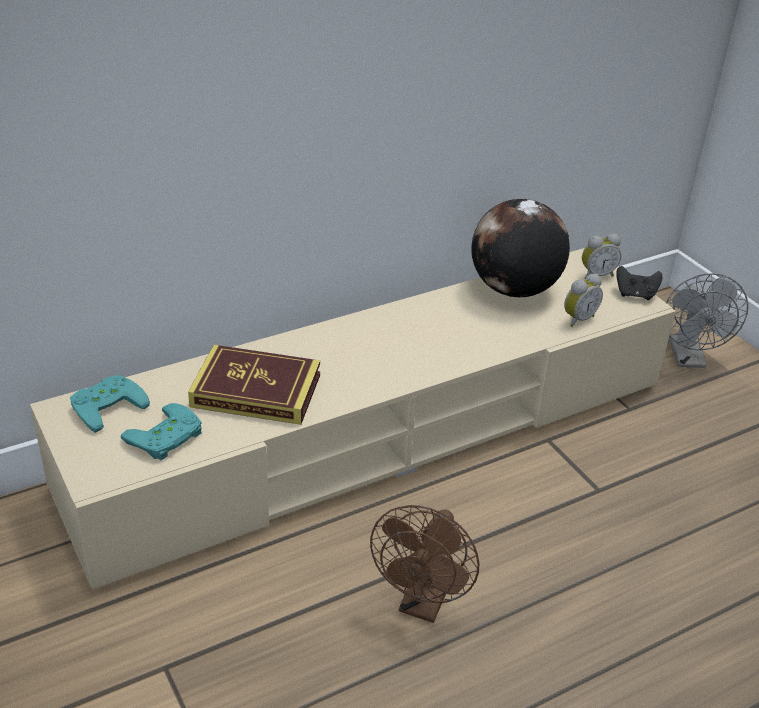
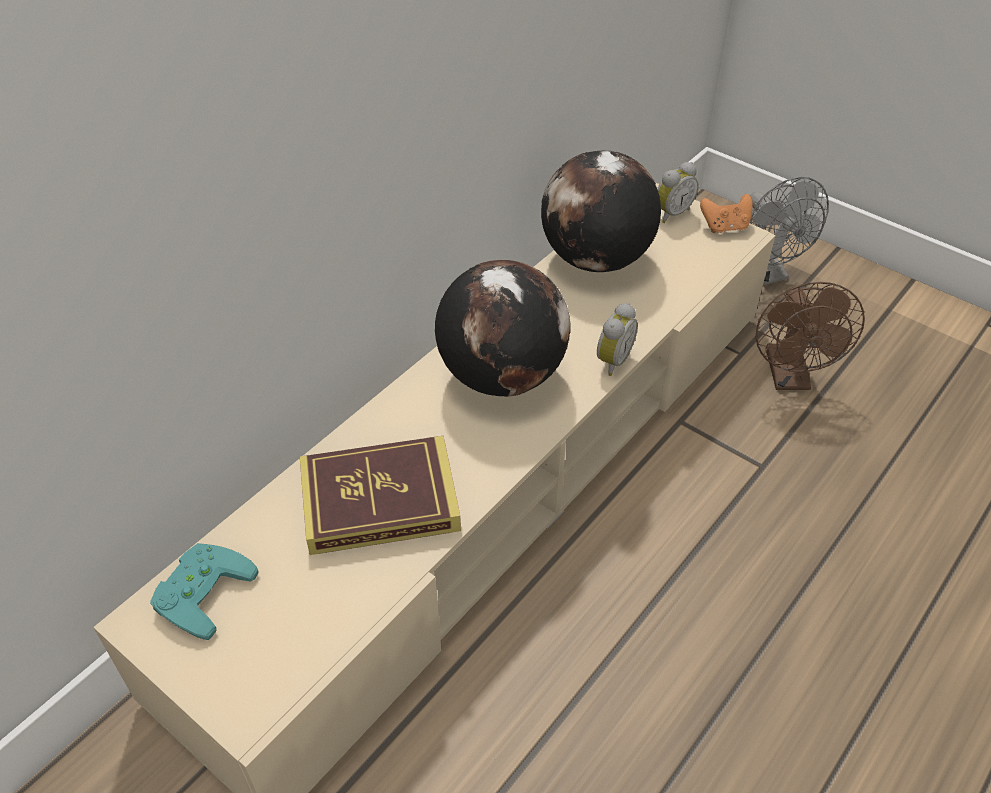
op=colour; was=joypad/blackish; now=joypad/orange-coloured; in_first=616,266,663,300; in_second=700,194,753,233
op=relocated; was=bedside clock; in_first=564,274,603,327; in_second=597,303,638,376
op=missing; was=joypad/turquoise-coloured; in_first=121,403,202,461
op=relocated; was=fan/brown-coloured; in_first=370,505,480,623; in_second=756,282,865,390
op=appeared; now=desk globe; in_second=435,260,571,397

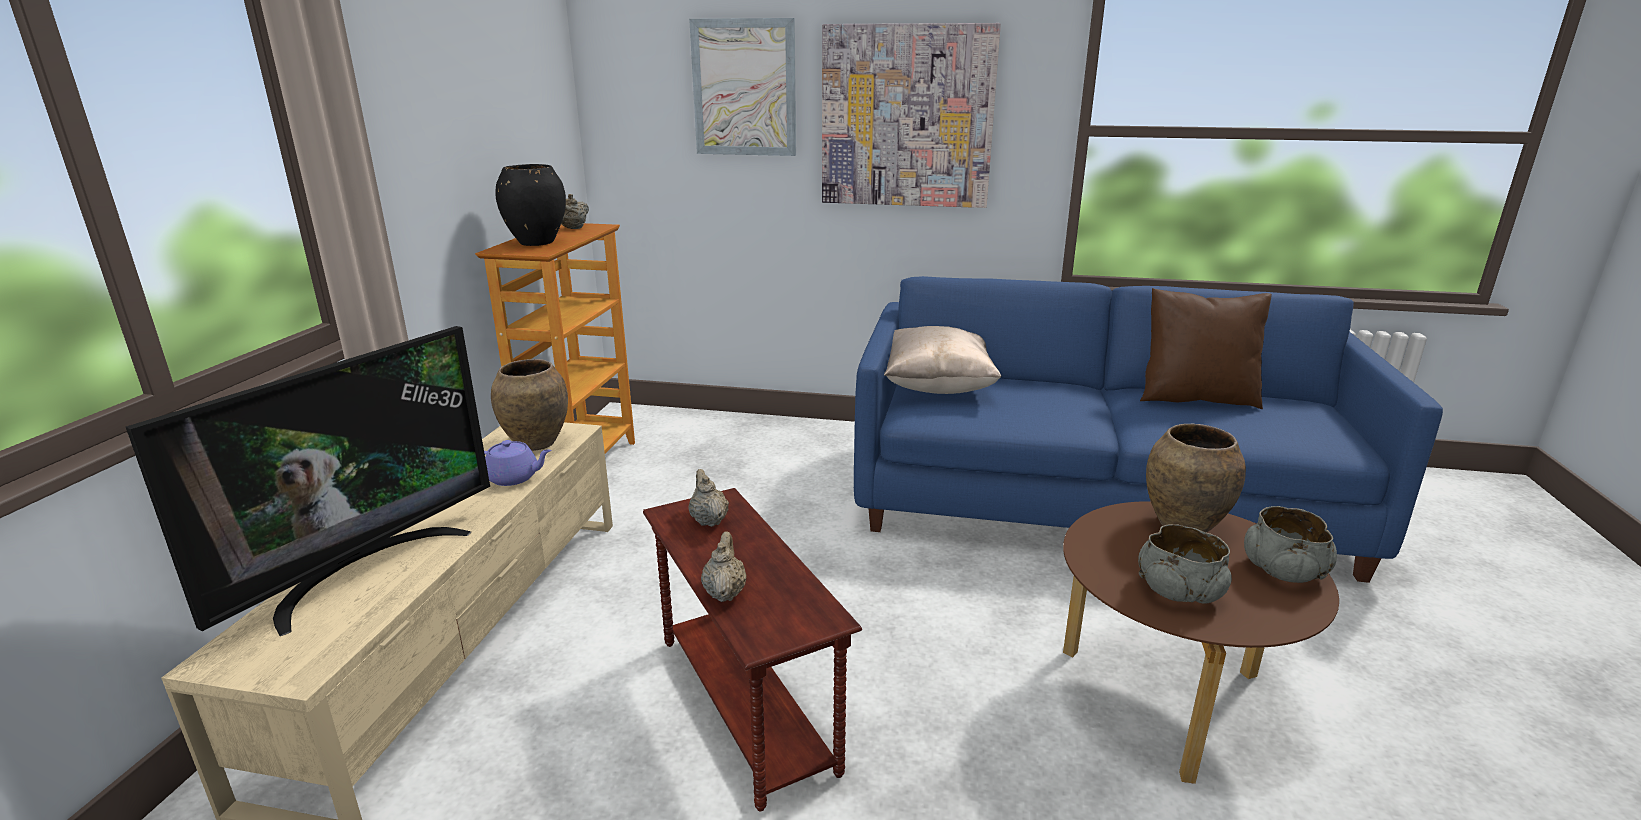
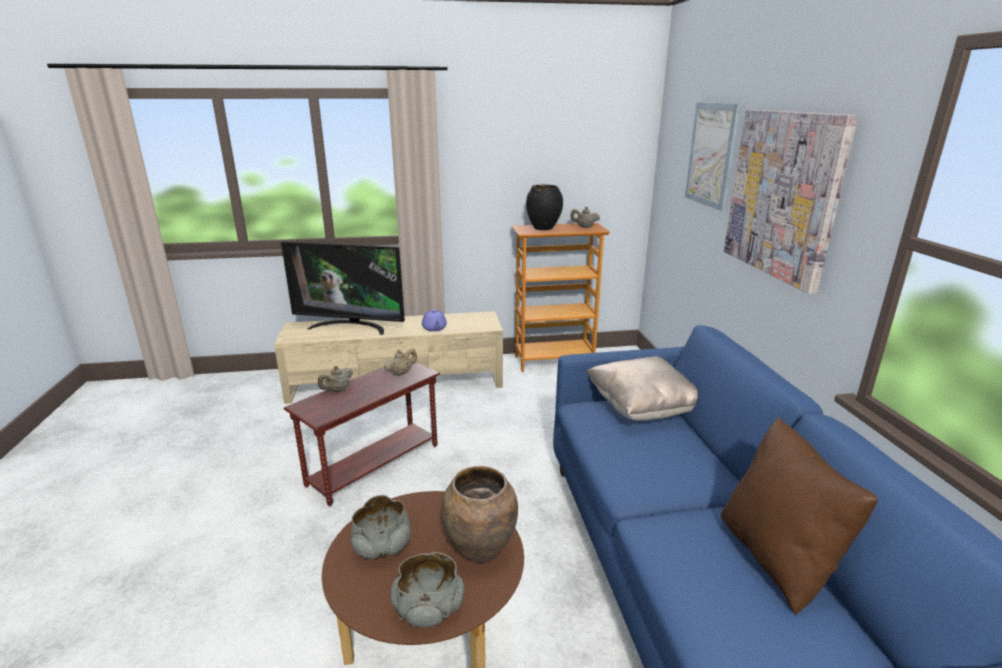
op=missing; was=vase/brown-coloured; in_first=491,359,568,451
op=spun; was=tea pot/beige-coloured; in_first=701,531,747,602; in_second=318,366,353,392; clockwise=150

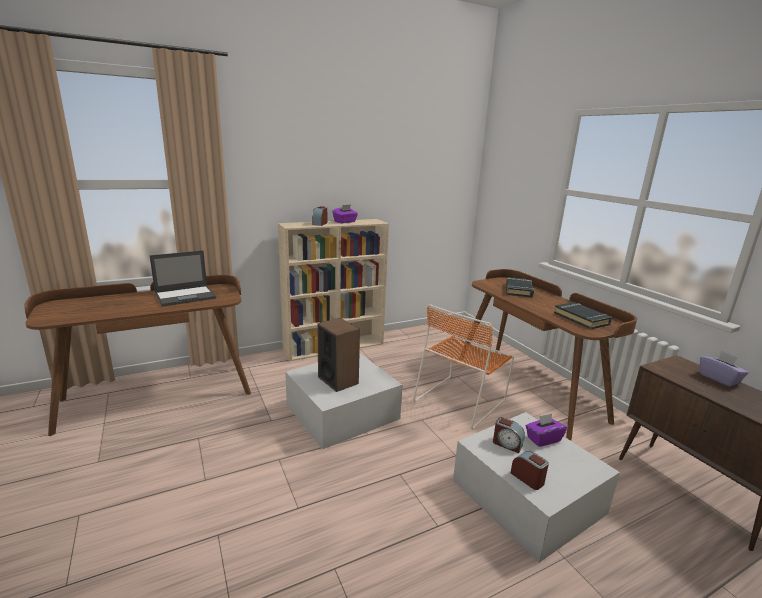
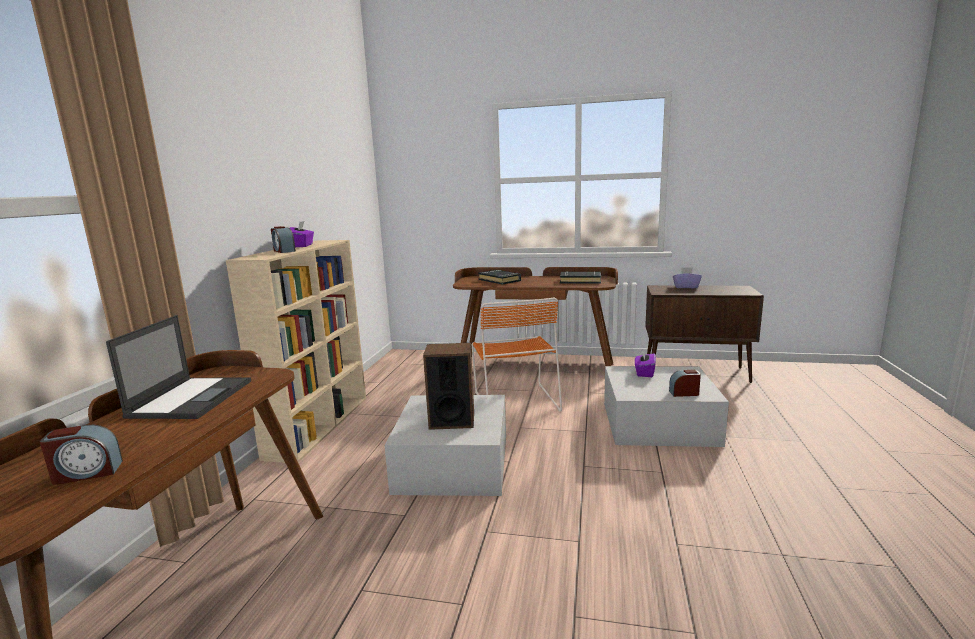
op=relocated; was=bedside clock; in_first=493,417,525,453; in_second=40,425,123,485

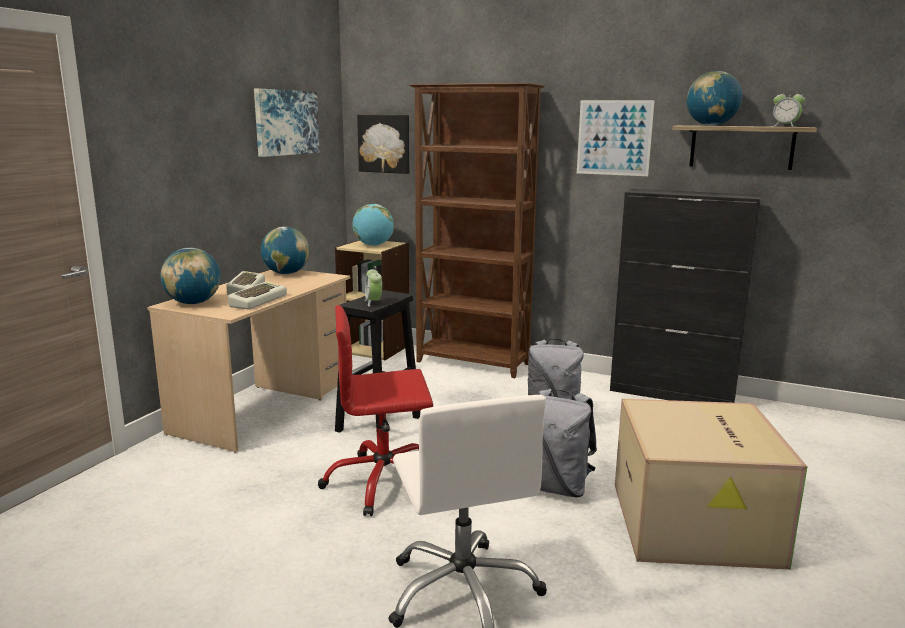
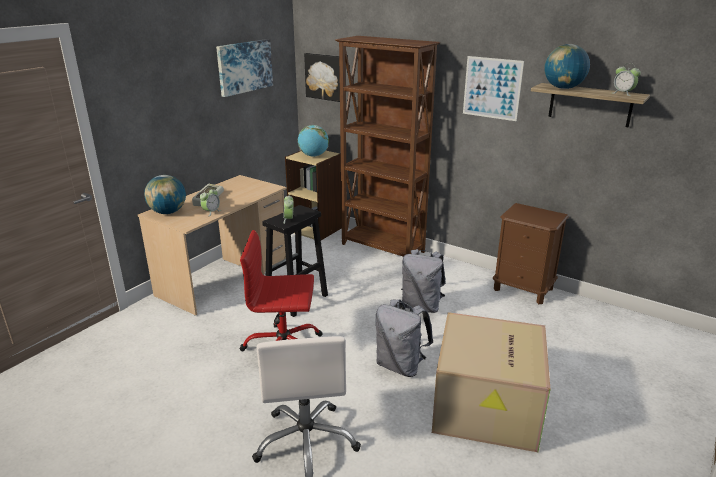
op=exchanged; was=storage cabinet/blackish; now=bedside table/brown-coloured; in_first=610,189,761,403; in_second=493,203,569,304
op=missing; was=desk globe; in_first=261,227,309,274
op=exchanged; was=PC keyboard; now=bedside clock; in_first=228,281,287,310; in_second=200,187,221,216

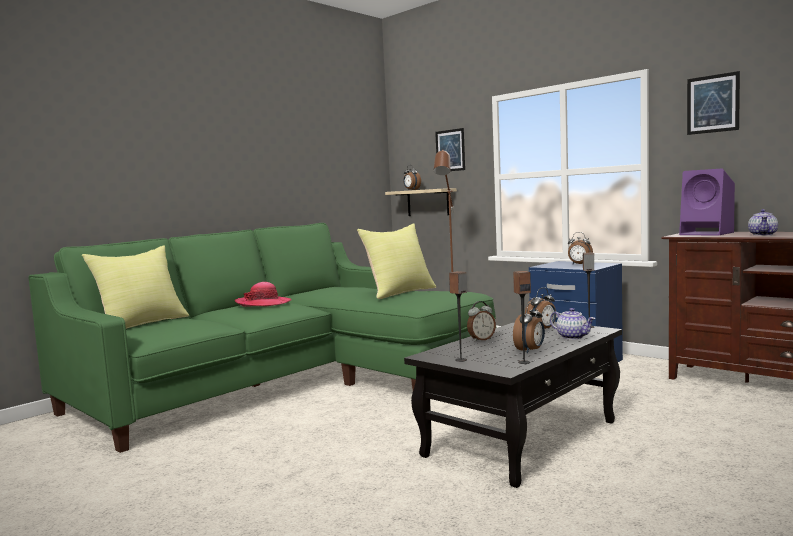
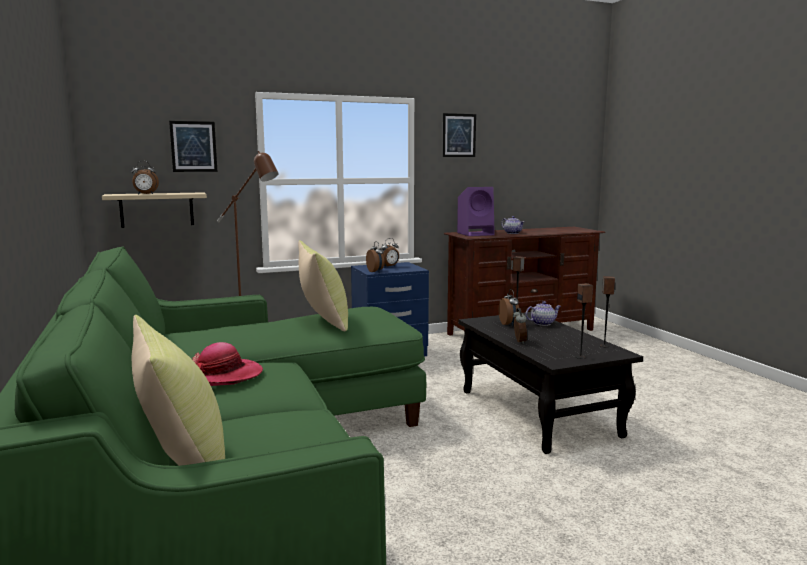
op=relocated; was=bedside clock; in_first=513,302,545,353; in_second=366,241,385,272

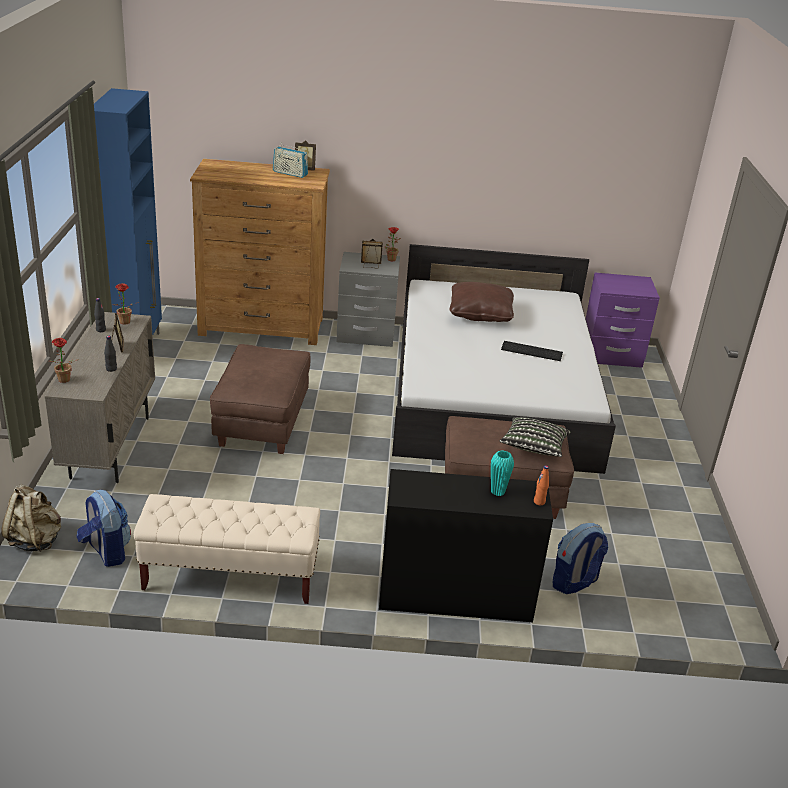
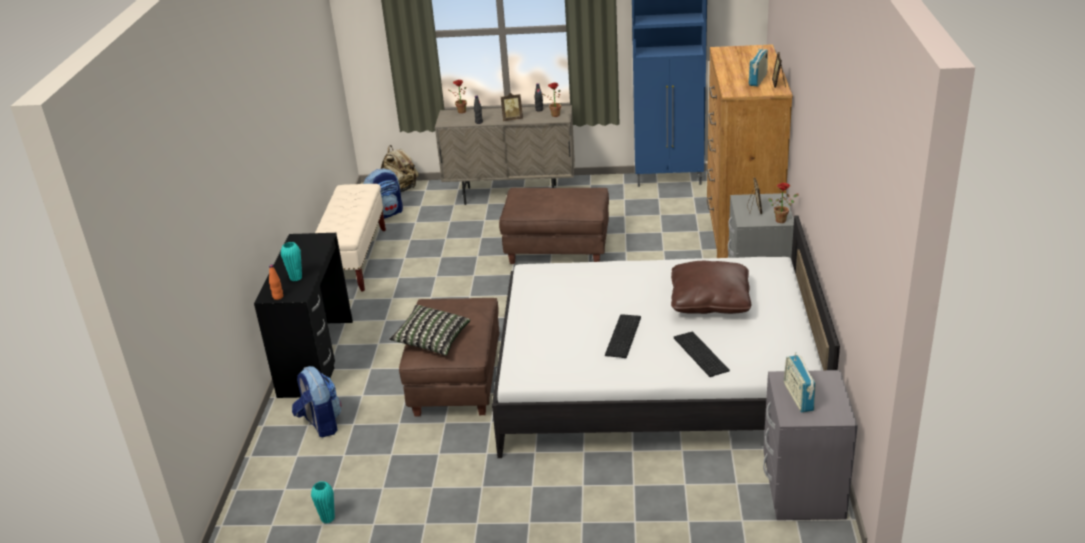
op=colour; was=bedside table/purplish; now=bedside table/gray; in_first=586,273,660,368; in_second=763,370,858,520
op=appeared; now=PC keyboard; in_second=674,332,730,377
op=appeared; now=radio; in_second=784,352,816,412
op=appeared; now=vase/turquoise-coloured; in_second=311,481,335,523

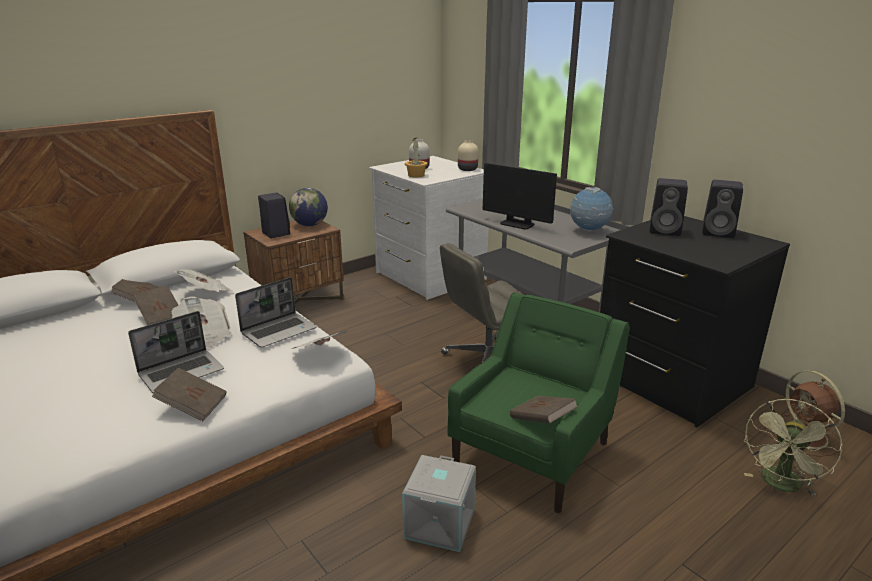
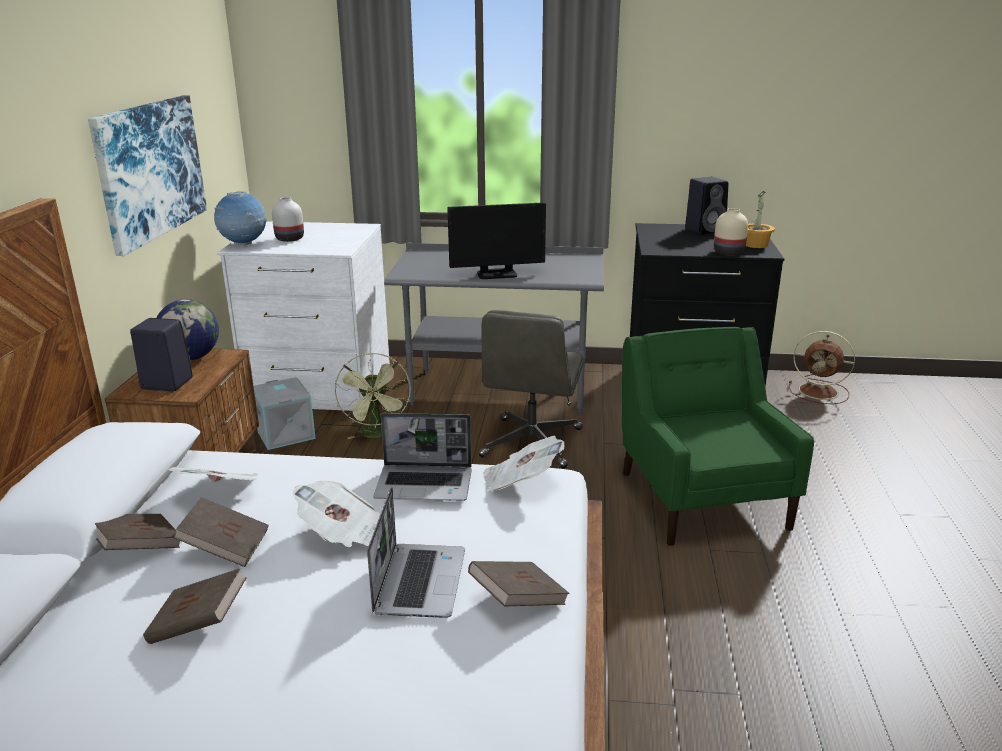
op=relocated; was=plant in a pot; in_first=405,138,428,178; in_second=746,191,775,248
op=relocated; was=vase/beige-coloured; in_first=458,140,478,171; in_second=714,208,748,255
op=missing; was=loudspeaker/blackish; in_first=649,178,688,236
op=relocated; was=desk globe; in_first=570,187,613,232; in_second=214,191,266,245
op=spun; was=laptop; in_first=235,277,317,348; in_second=373,413,472,501; clockwise=90
op=relocated; was=bound book/brown-coloured; in_first=510,395,578,423; in_second=143,568,246,644
op=relocated; was=fan/green; in_first=744,399,843,496; in_second=335,353,411,439
op=relocated; was=storage box/gray; in_first=402,455,476,552; in_second=254,377,316,450
op=appeared; now=wall art; in_second=88,95,207,256

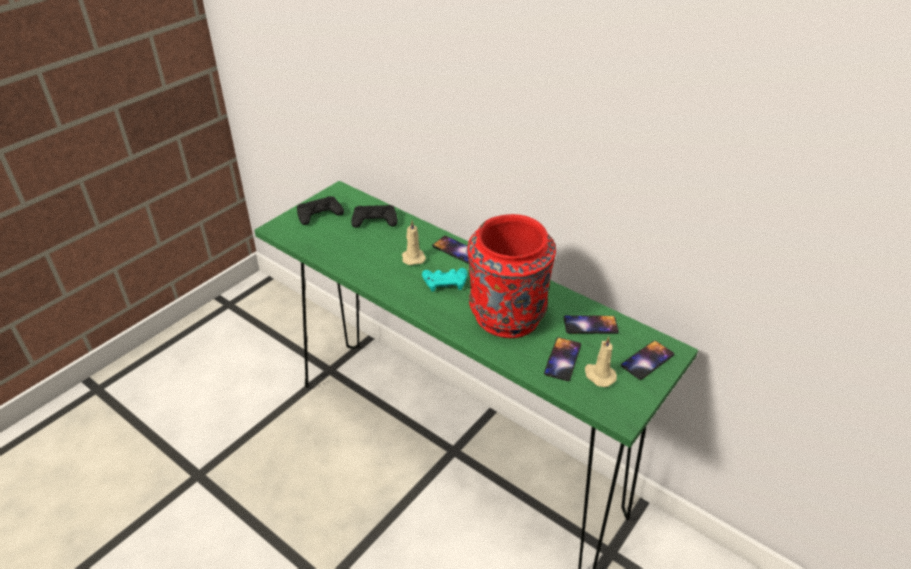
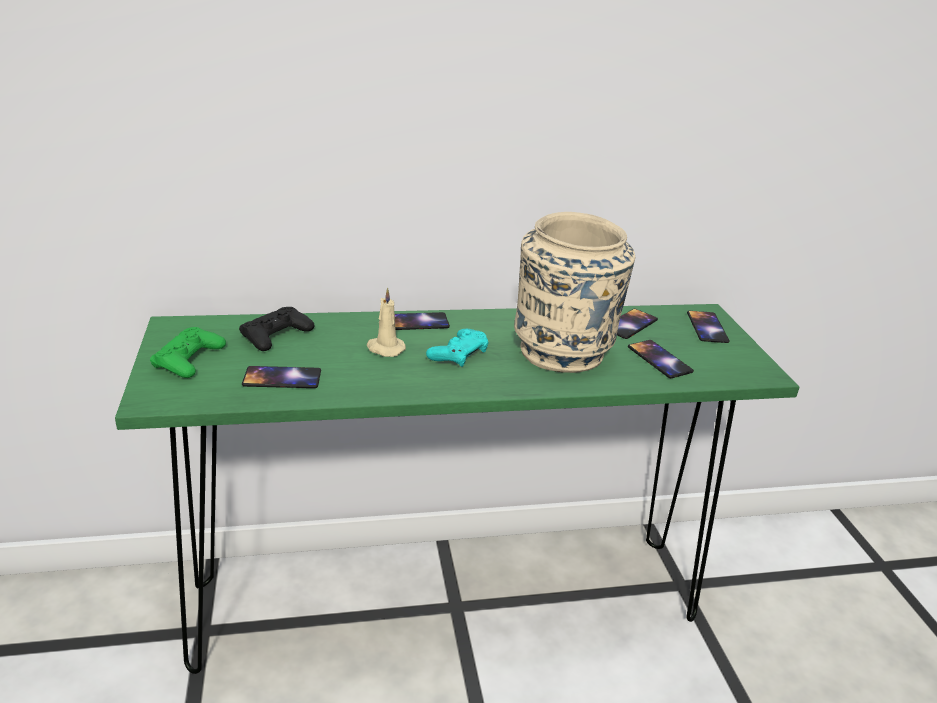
op=colour; was=joypad/blackish; now=joypad/green; in_first=297,196,344,225; in_second=150,327,226,378
op=colour; was=vase/red; now=vase/beige-coloured; in_first=468,214,556,338; in_second=514,212,635,373
op=missing; was=wax candle/beige-coloured; in_first=585,336,617,387
op=appeared; now=handset; in_second=242,366,321,388

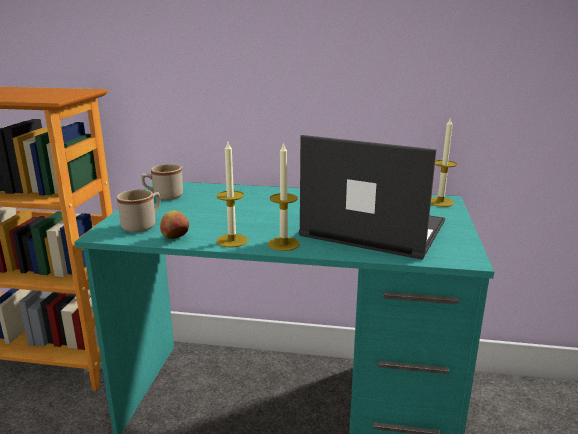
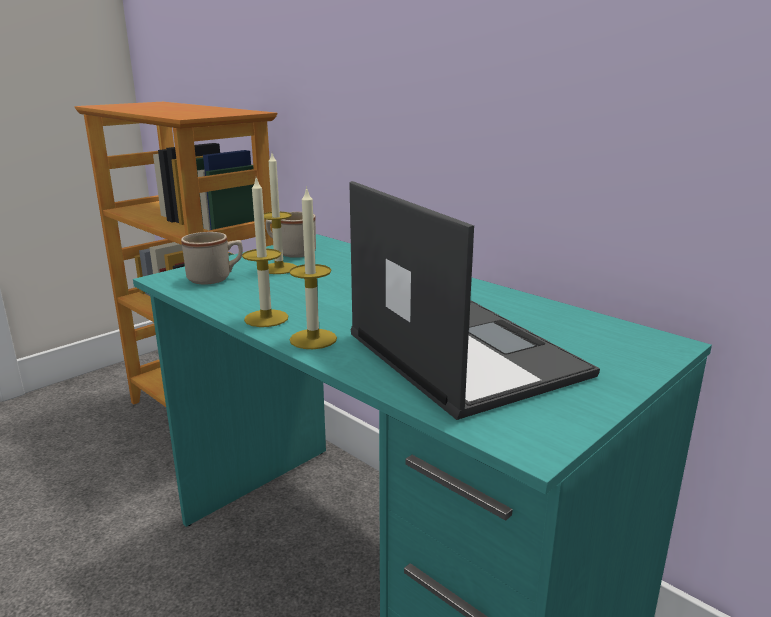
op=relocated; was=wax candle; in_first=431,118,457,207; in_second=264,153,296,274
op=missing; was=whole apple; in_first=160,210,189,239

